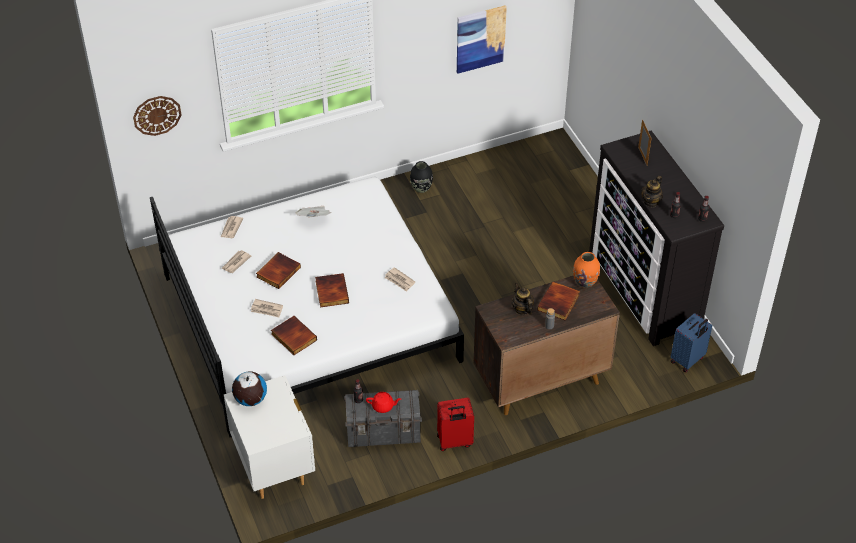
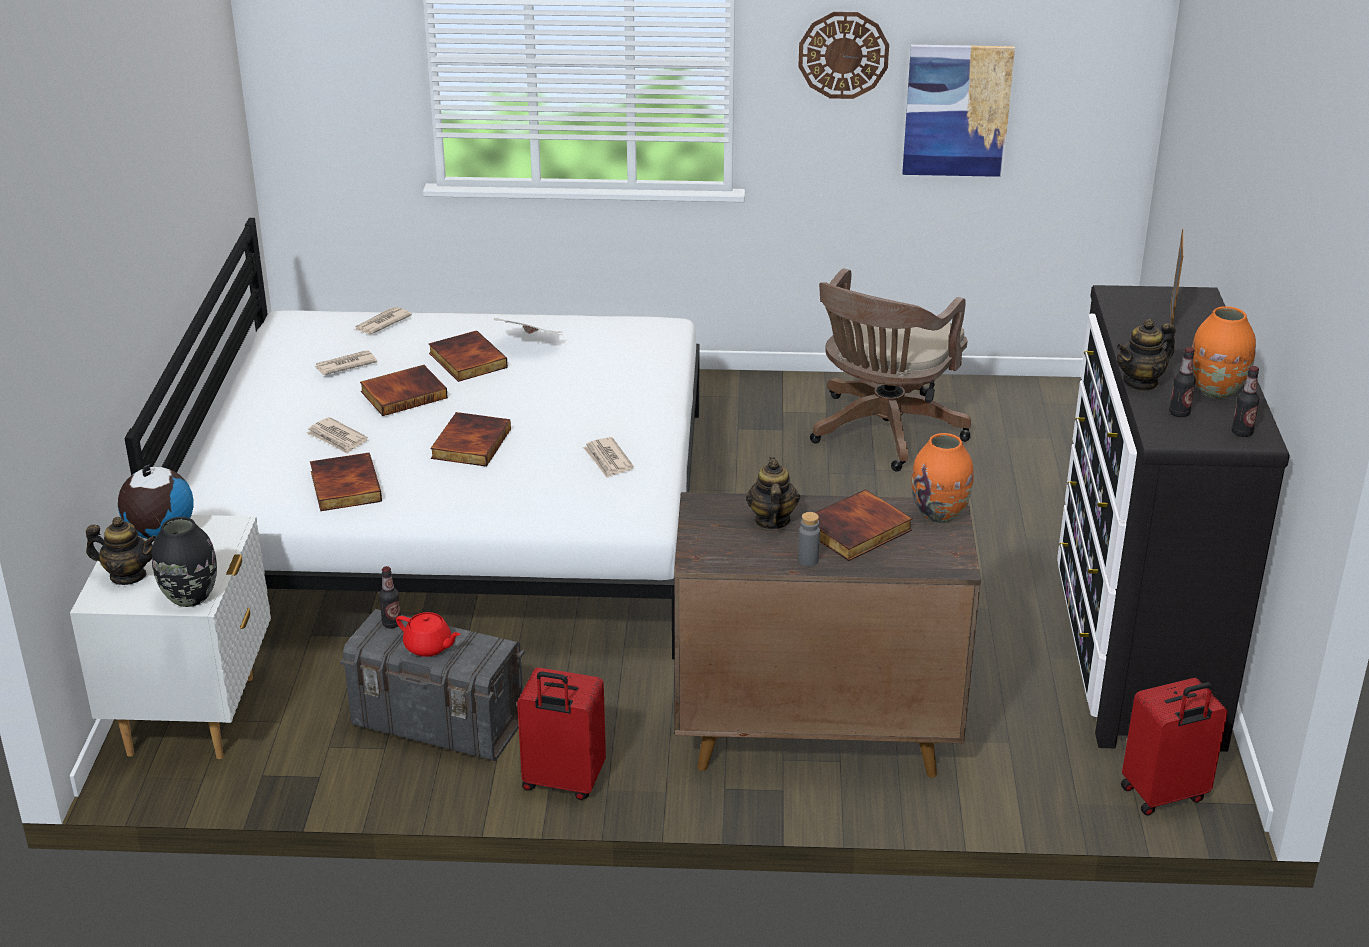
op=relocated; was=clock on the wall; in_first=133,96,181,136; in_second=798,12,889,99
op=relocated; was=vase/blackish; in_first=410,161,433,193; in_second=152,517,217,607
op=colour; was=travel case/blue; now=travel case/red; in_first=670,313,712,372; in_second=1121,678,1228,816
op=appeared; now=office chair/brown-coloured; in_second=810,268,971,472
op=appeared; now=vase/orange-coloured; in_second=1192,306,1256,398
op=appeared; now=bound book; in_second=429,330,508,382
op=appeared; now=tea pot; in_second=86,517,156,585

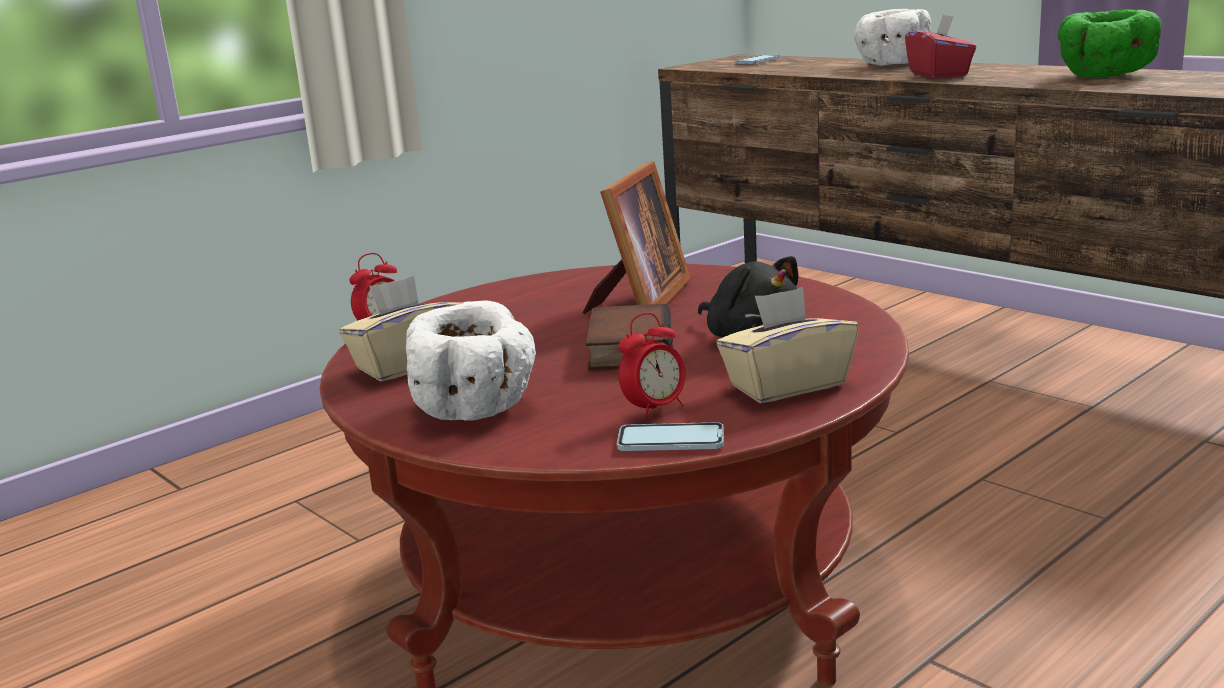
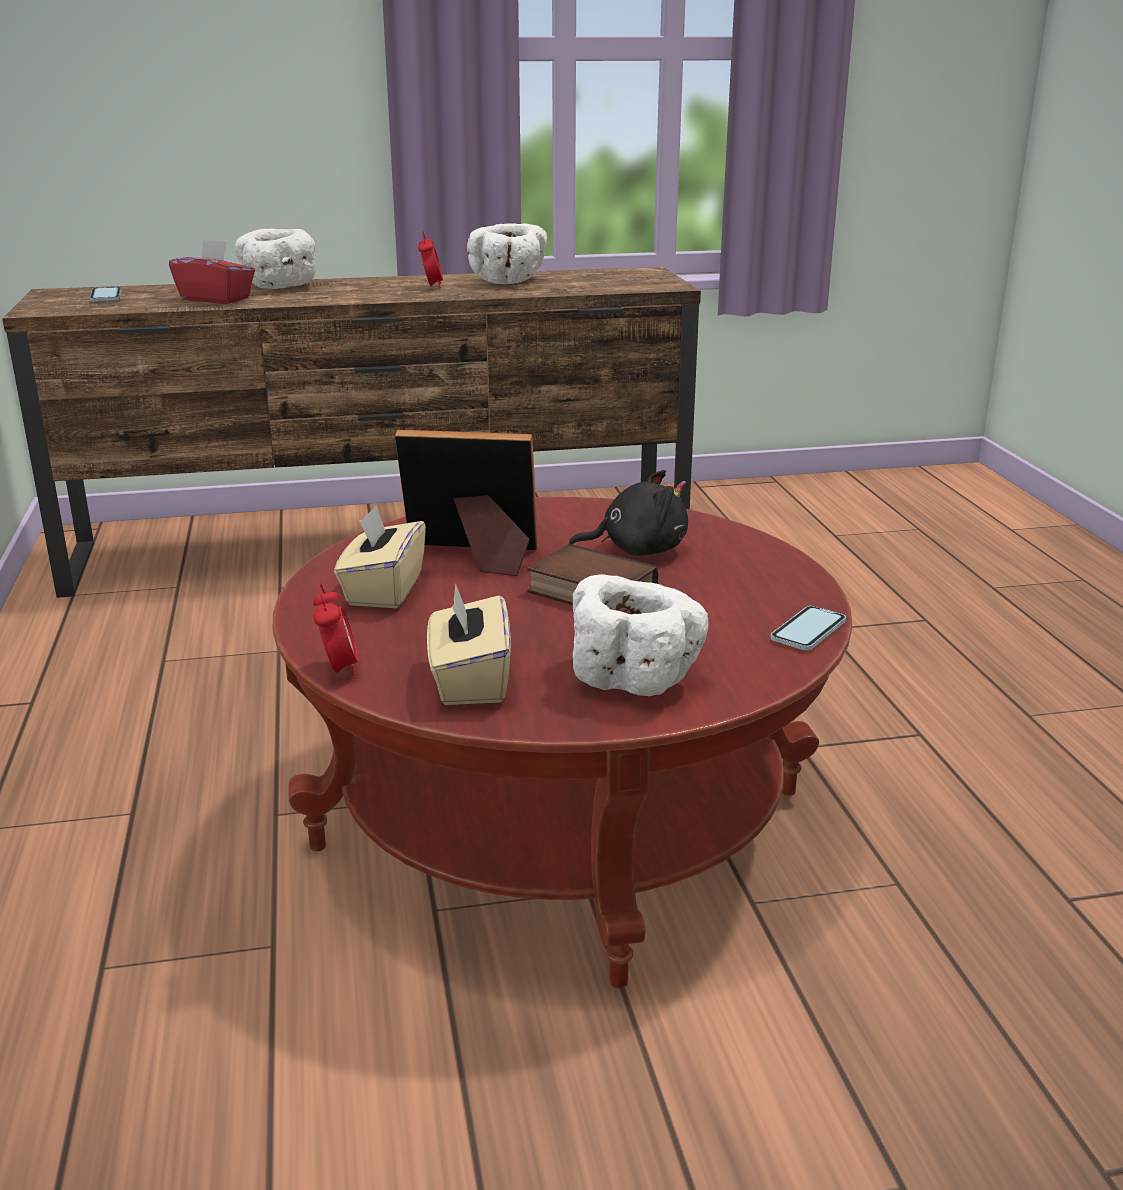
op=colour; was=serving bowl/green; now=serving bowl/white; in_first=1058,9,1161,78; in_second=467,223,547,284
op=relocated; was=tissue box/red; in_first=905,14,976,79; in_second=169,239,255,304
op=spun; was=standing frame; in_first=582,161,691,314; in_second=395,430,538,576; clockwise=-45
op=relocated; was=tissue box/beige-coloured; in_first=717,287,859,403; in_second=334,505,426,608
op=relocated; was=bedside clock; in_first=618,313,685,419; in_second=418,231,443,288

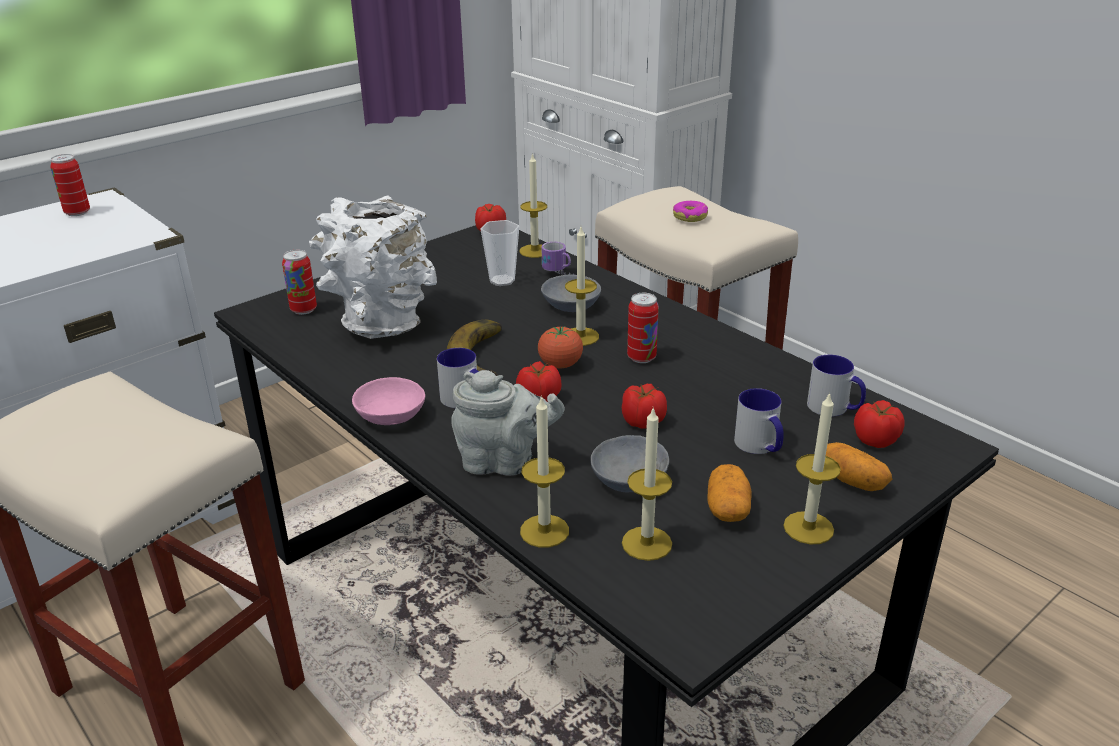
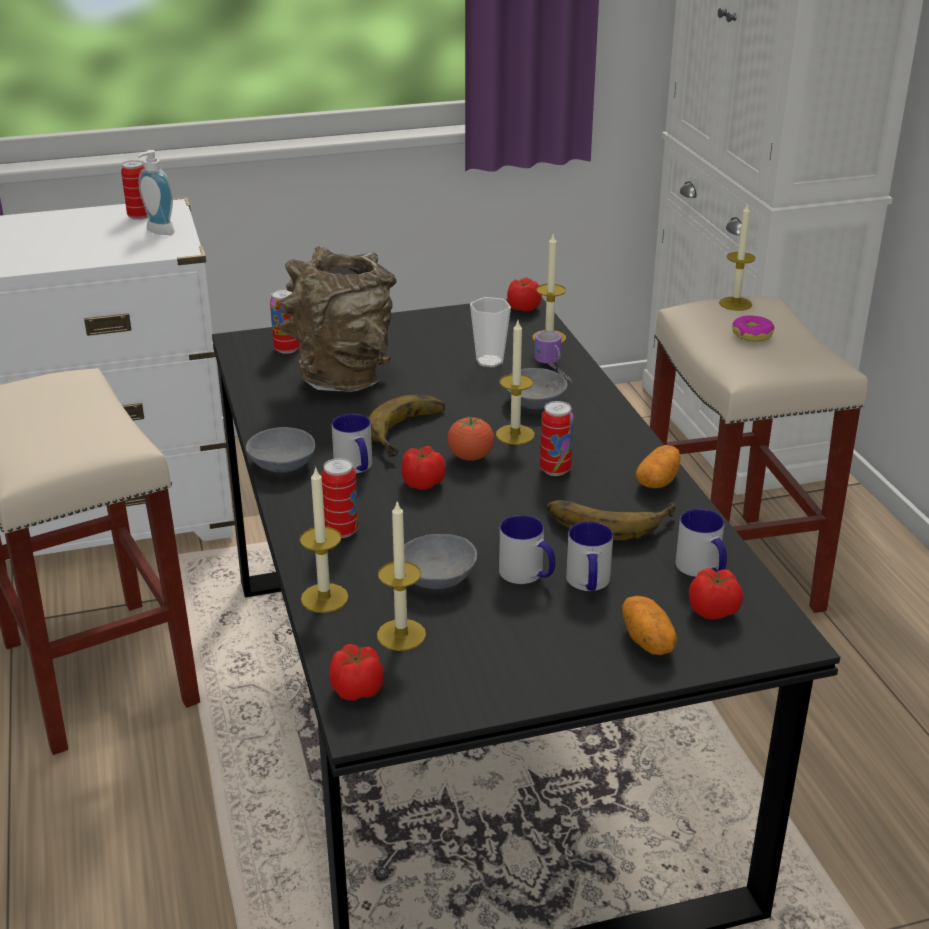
op=colour; was=vase/white; now=vase/brown-coloured; in_first=309,196,437,339; in_second=277,246,397,392
op=exchanged; was=tea pot/gray; now=sealed can; in_first=451,370,565,476; in_second=321,458,359,538
op=colour; was=serving bowl/pink; now=serving bowl/gray; in_first=352,377,425,425; in_second=246,427,315,473
op=relocated; was=fresh tomato; in_first=622,384,667,429; in_second=329,644,384,701
op=relocated; was=wax candle; in_first=783,392,841,544; in_second=719,203,755,311
op=relocated; was=whole potato; in_first=707,464,751,522; in_second=636,445,680,488
op=appeared; now=liquid soap bottle; in_second=138,150,175,235
op=appeared; now=banana fruit; in_second=546,500,676,540
op=appeared; now=tea mug; in_second=499,515,555,584

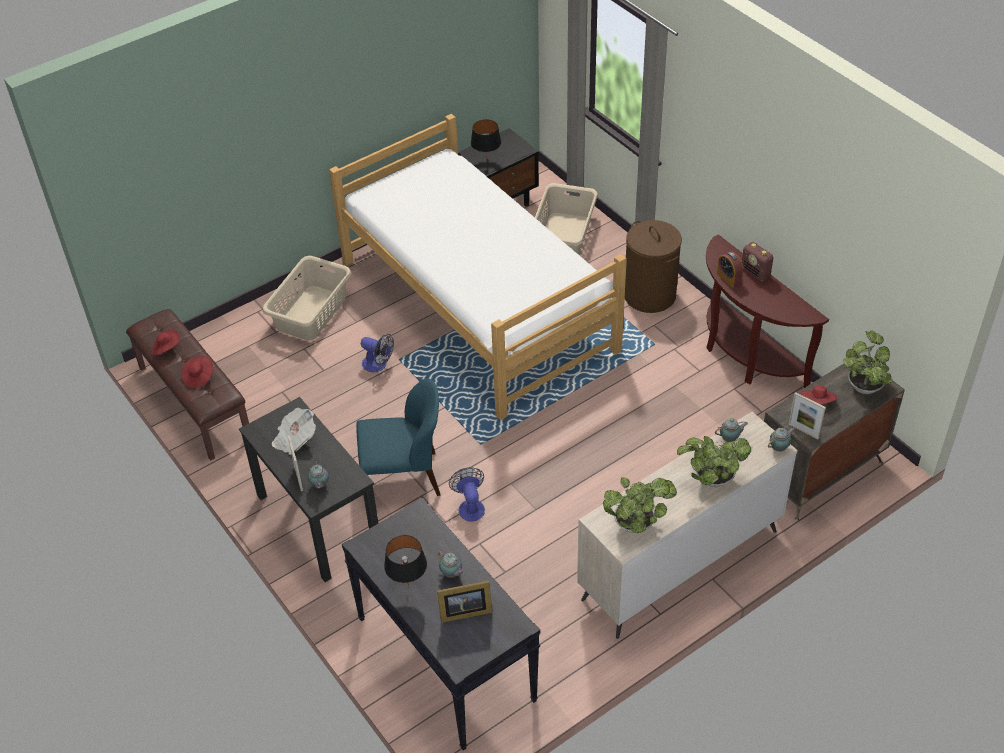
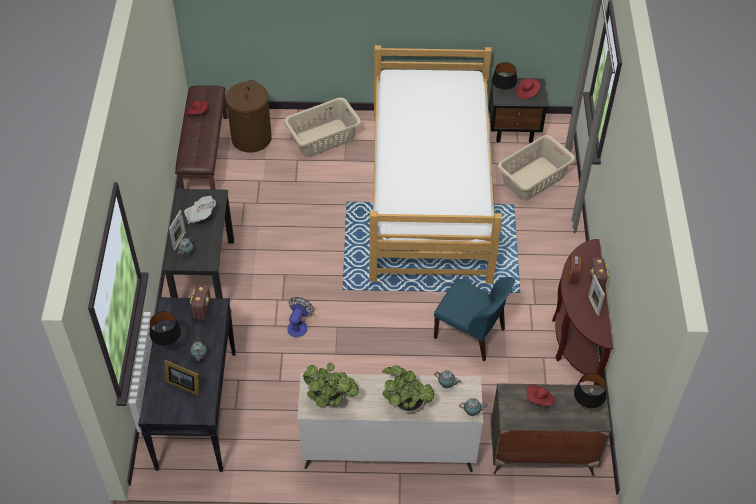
op=relocated; was=washing basket/brown-coloured; in_first=625,220,682,313; in_second=226,80,272,152
op=exchanged; was=plant in a pot; now=table lamp/blackish; in_first=843,330,893,394; in_second=574,373,606,408
op=missing; was=fan; in_first=361,334,394,372
op=relocated; was=hat/red; in_first=182,356,213,388; in_second=516,78,541,99
op=relocated; was=plain chair/blue; in_first=356,379,440,496; in_second=434,277,515,361
op=relocated; was=standing frame; in_first=788,392,826,439; in_second=588,275,605,316
op=appeared; now=radio; in_second=190,285,211,320

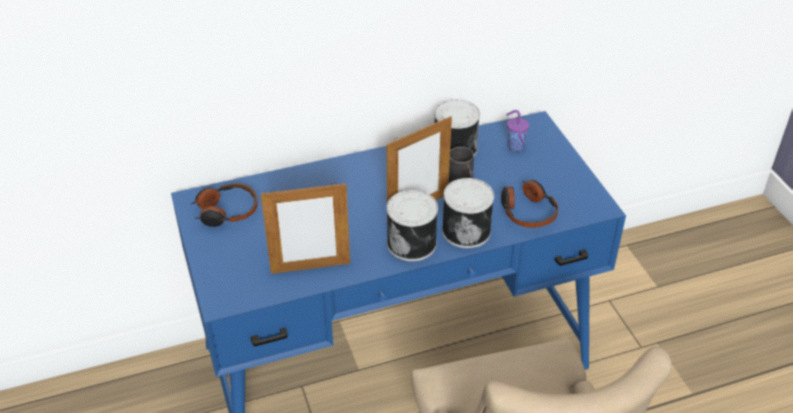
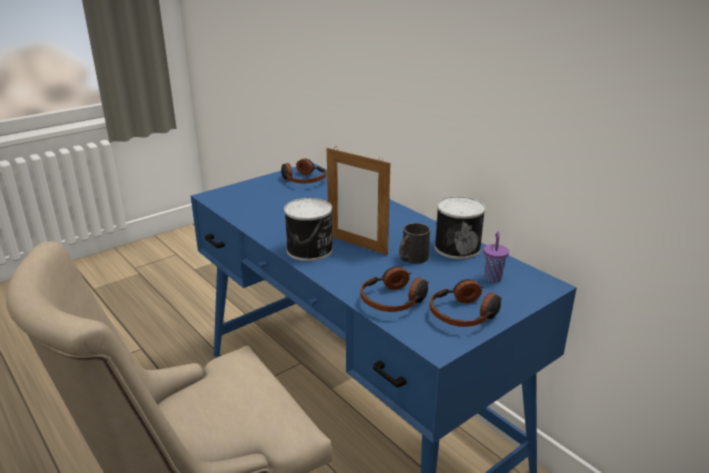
op=missing; was=sealed can; in_first=442,178,494,248
op=missing; was=standing frame; in_first=261,182,350,274
op=appeared; now=pair of headphones; in_second=430,279,502,327

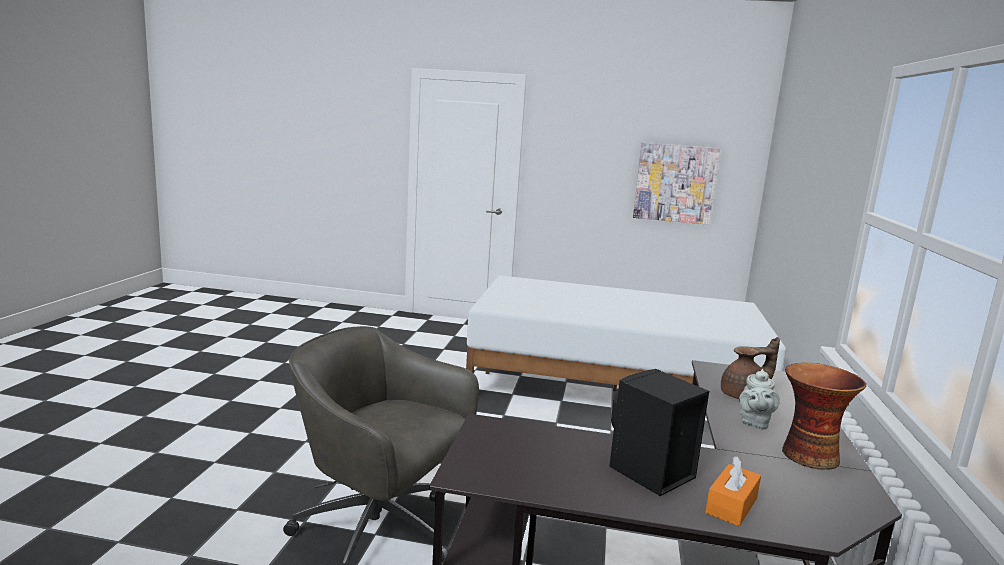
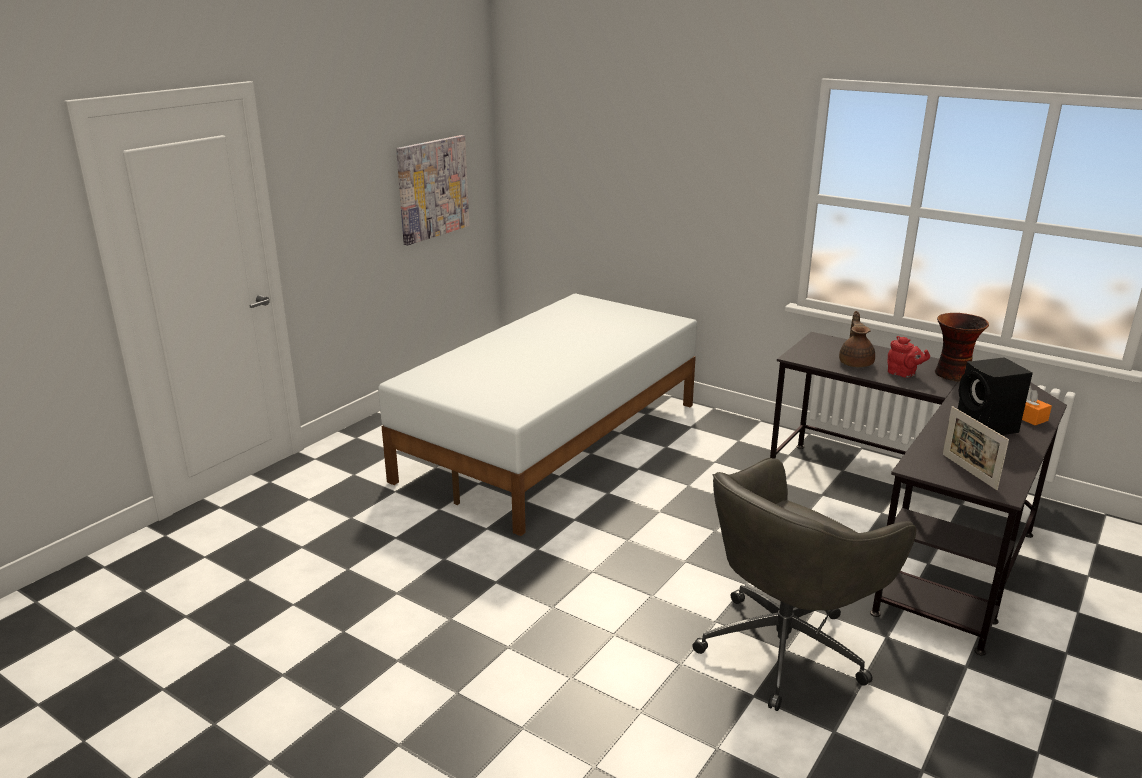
op=colour; was=tea pot/gray; now=tea pot/red; in_first=739,369,780,429; in_second=888,336,930,378
op=appeared; now=standing frame; in_second=943,406,1009,490

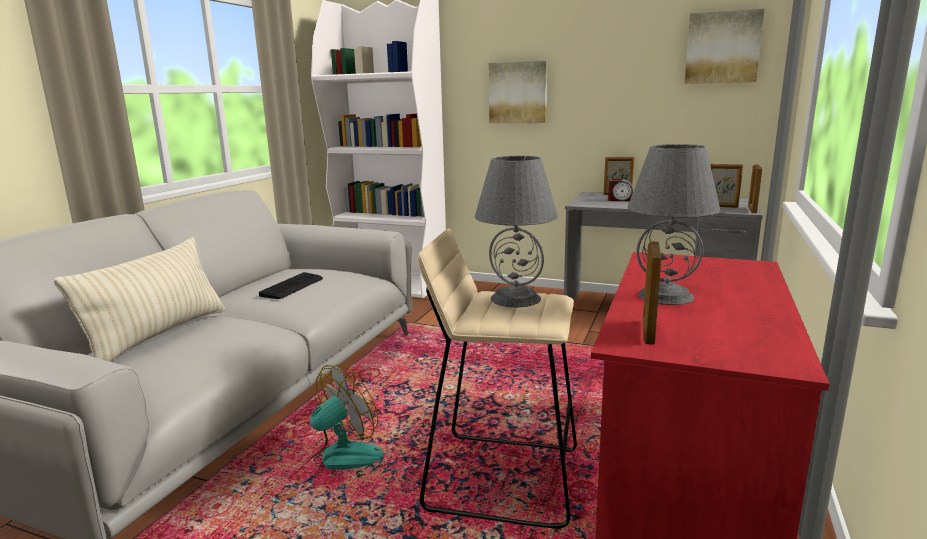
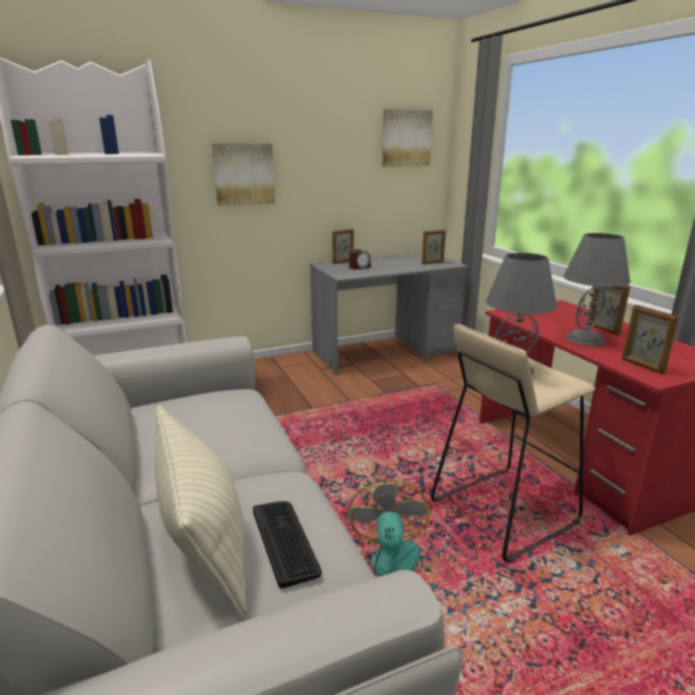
op=relocated; was=standing frame; in_first=748,164,762,213; in_second=588,285,630,335
op=relocated; was=PC keyboard; in_first=259,272,323,299; in_second=253,501,322,589

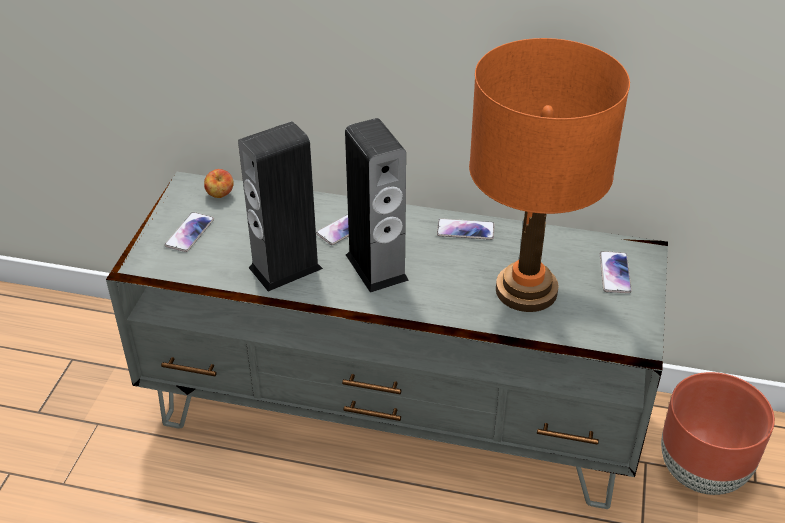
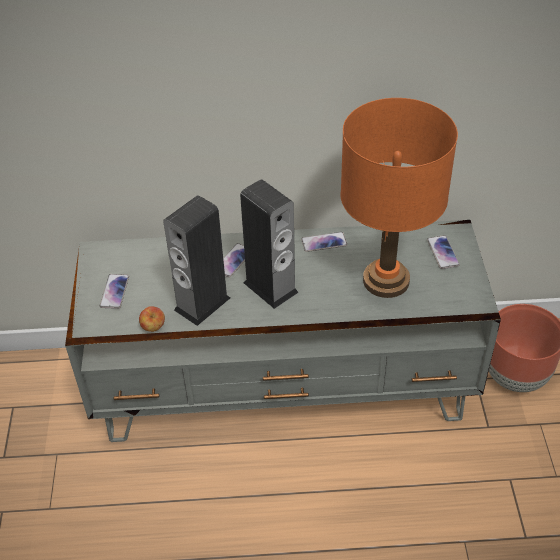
op=relocated; was=whole apple; in_first=204,169,234,198; in_second=139,306,165,332

